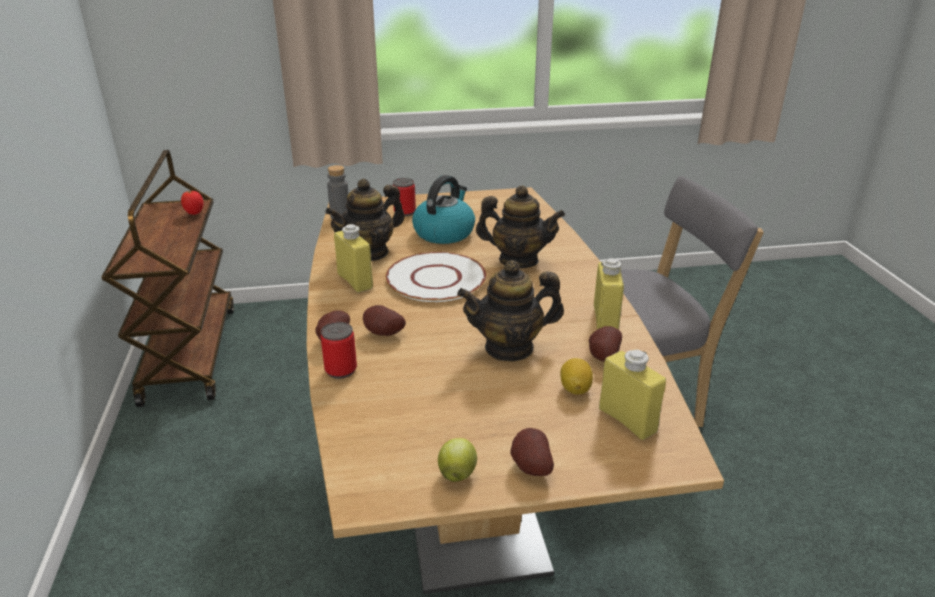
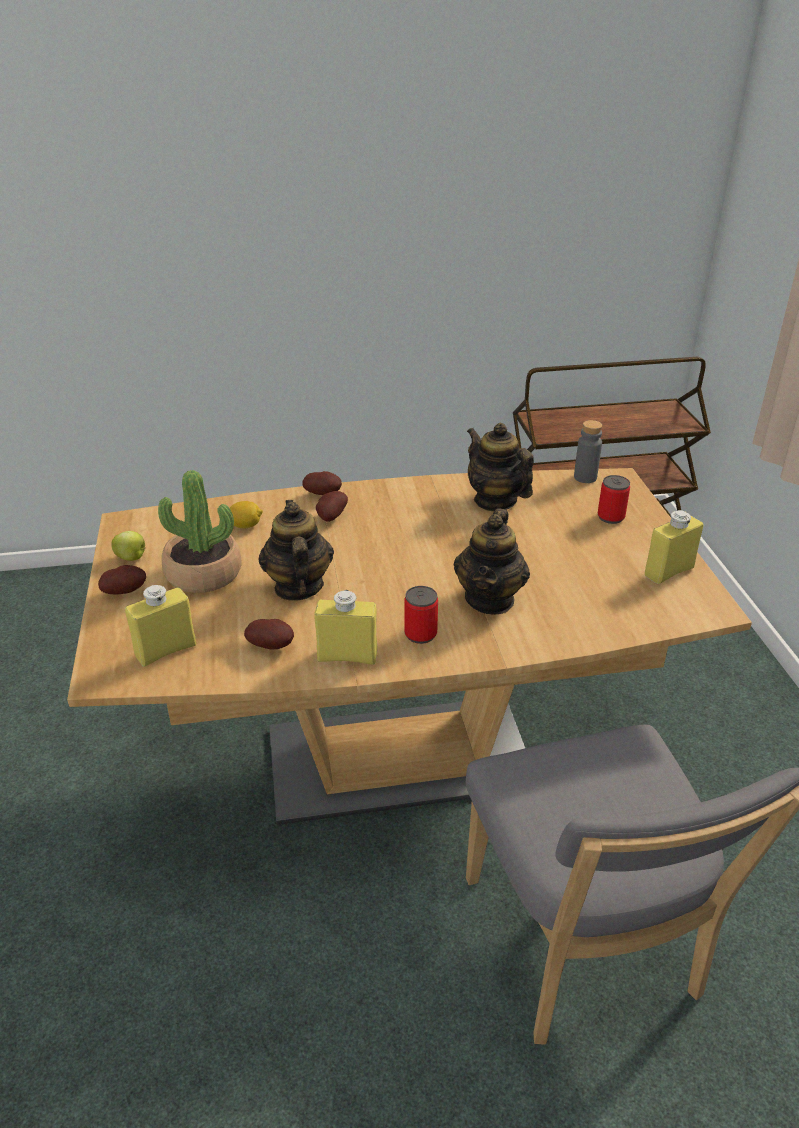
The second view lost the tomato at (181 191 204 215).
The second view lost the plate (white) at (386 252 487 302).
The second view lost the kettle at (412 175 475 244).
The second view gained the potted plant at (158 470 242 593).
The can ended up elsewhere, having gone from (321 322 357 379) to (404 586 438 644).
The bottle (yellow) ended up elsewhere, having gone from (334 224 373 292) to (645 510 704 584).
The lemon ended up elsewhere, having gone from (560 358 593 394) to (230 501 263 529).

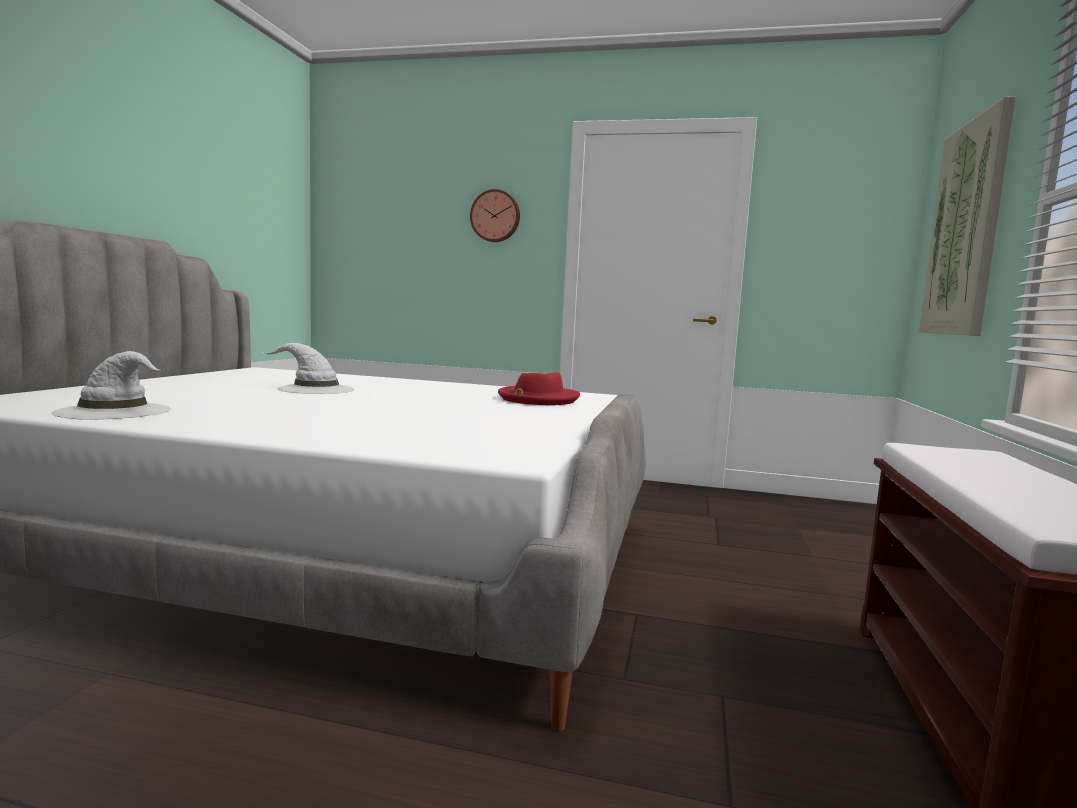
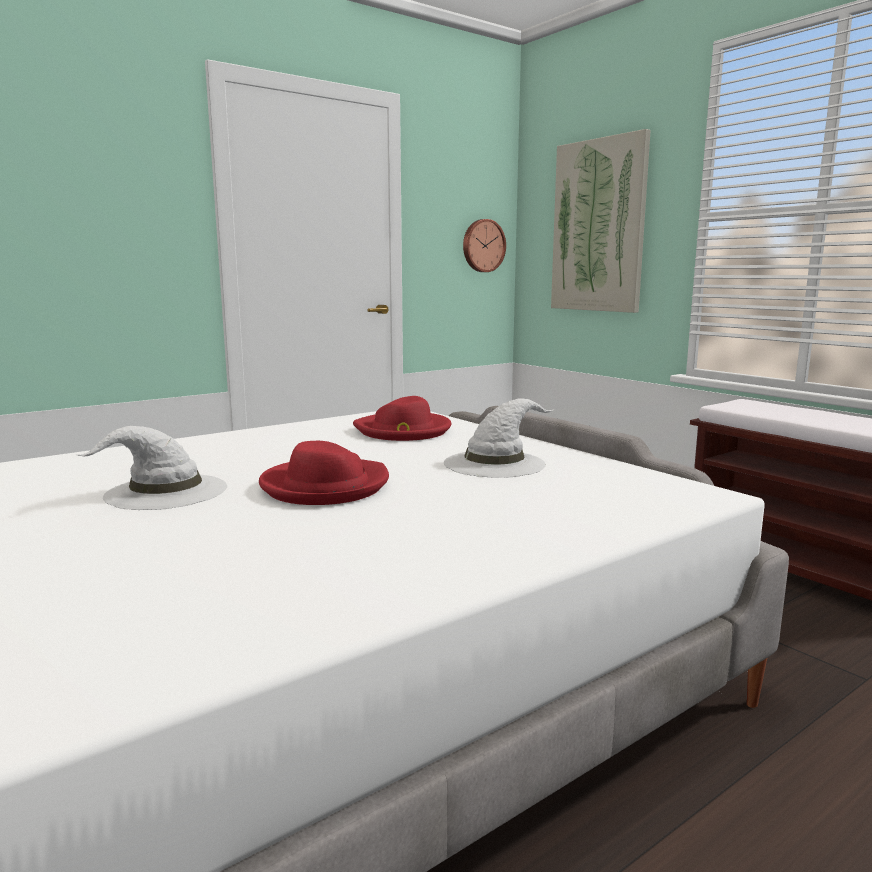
The second view gained the hat (red) at (259 441 389 505).
The hat (white) ended up elsewhere, having gone from (51 351 171 420) to (444 399 555 478).
The wall clock ended up elsewhere, having gone from (470 189 520 242) to (463 219 506 272).

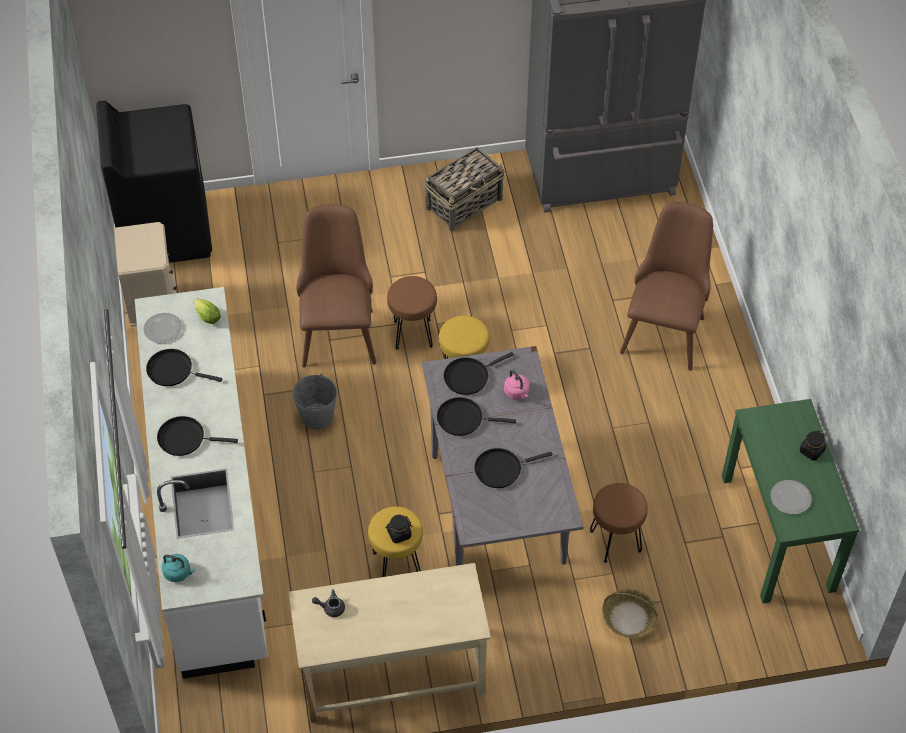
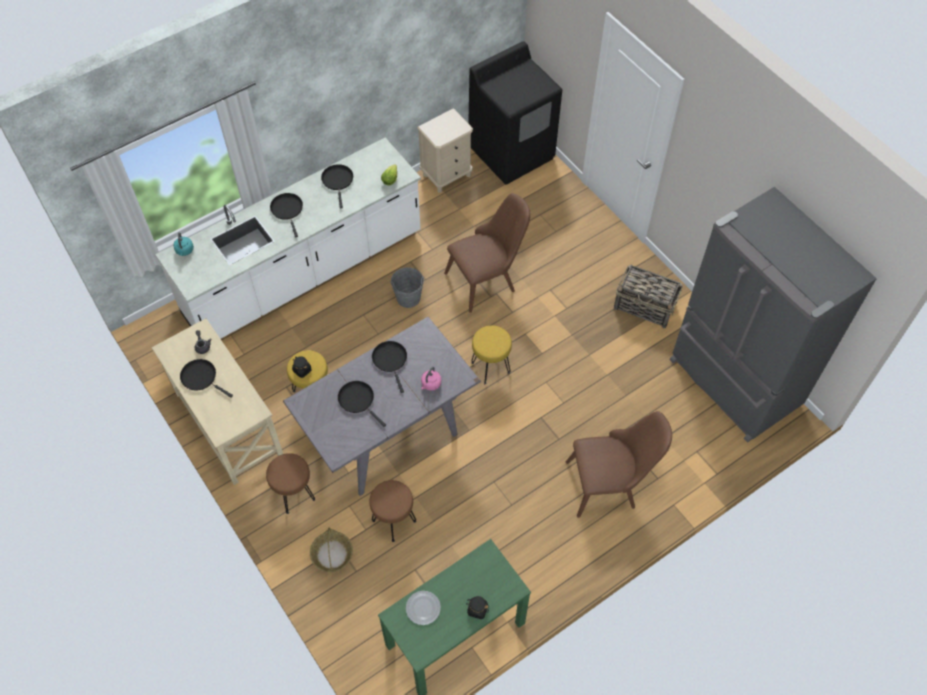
The second view lost the plate at (143 313 182 343).
The stool (brown) ended up elsewhere, having gone from (387 276 437 350) to (266 453 315 514).
The frying pan (black) ended up elsewhere, having gone from (444 352 514 395) to (180 359 233 398).

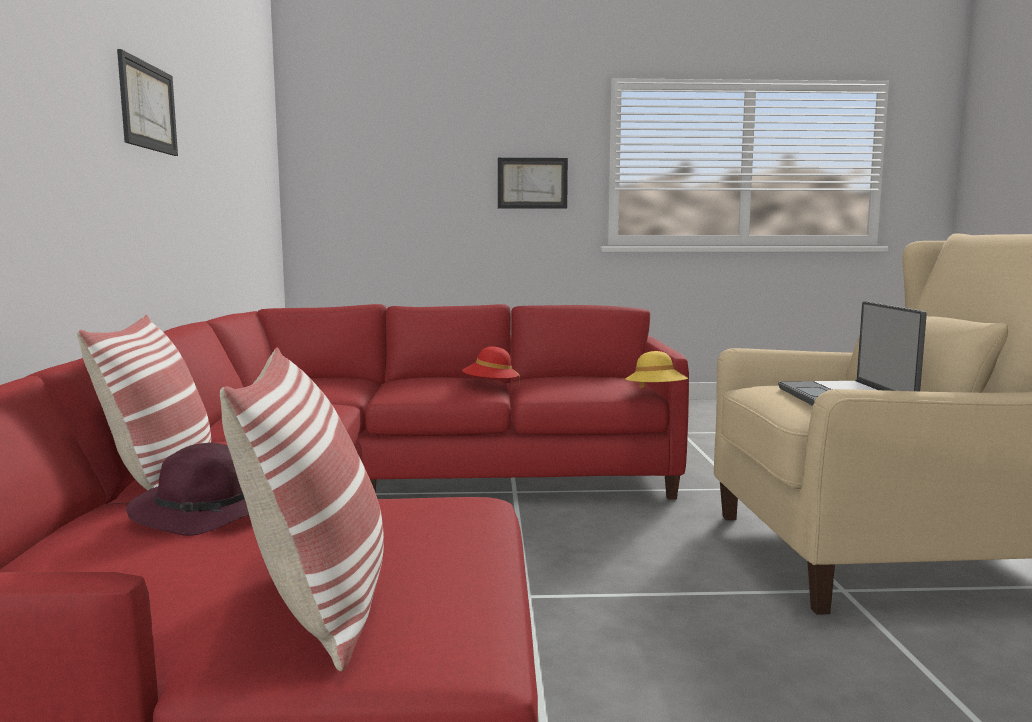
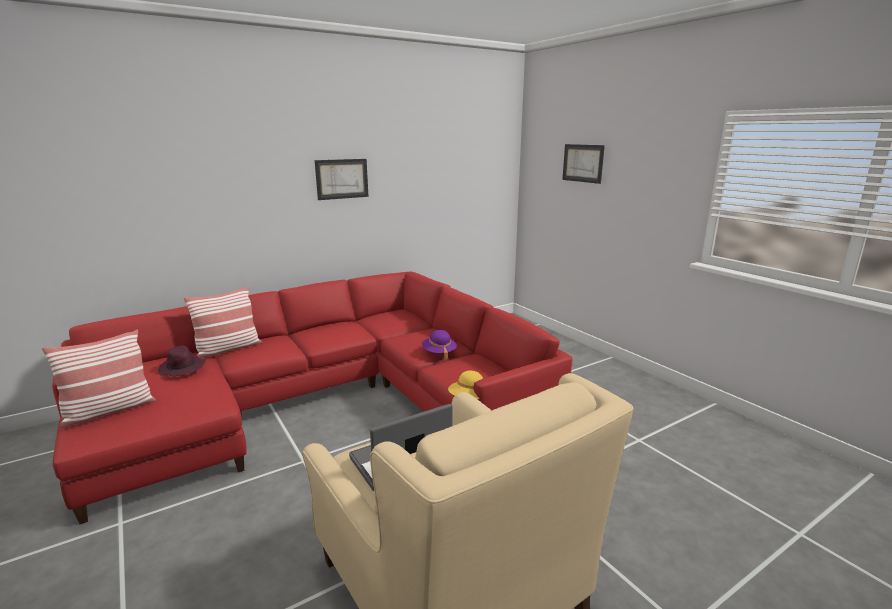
The picture ended up elsewhere, having gone from (498 158 568 209) to (562 144 605 184).
What was the hat (red) at (462 347 520 387) turned into the hat (purple) at (422 330 457 360).

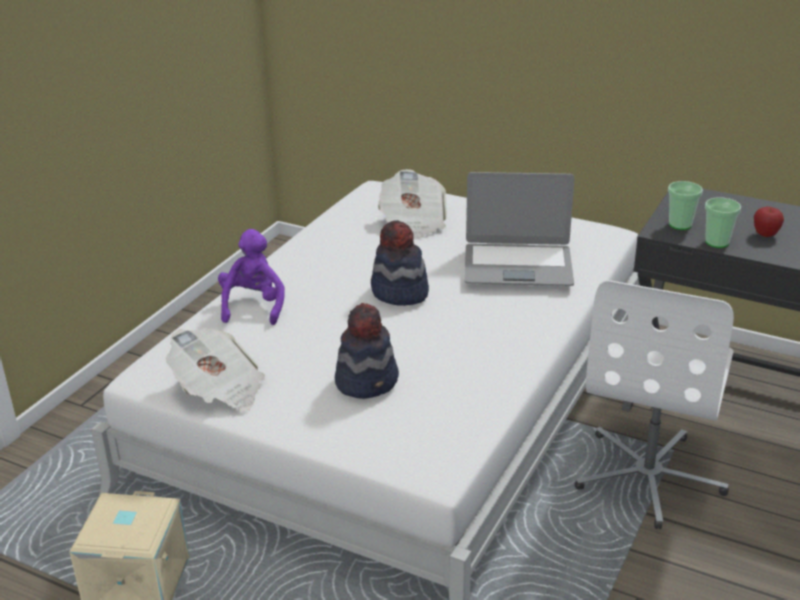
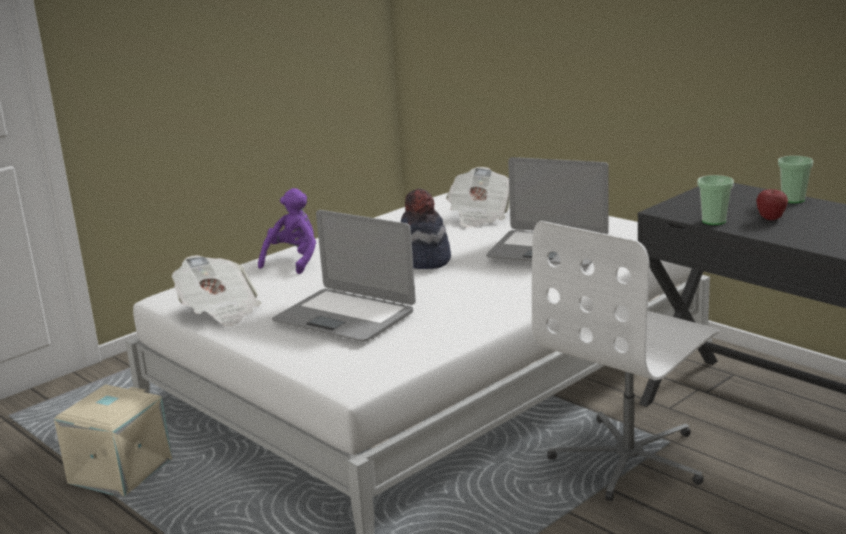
The cup ended up elsewhere, having gone from (668 181 703 230) to (778 156 813 203).
Where the hat stood at (335 303 399 399), the laptop came to stand at (272 210 416 342).

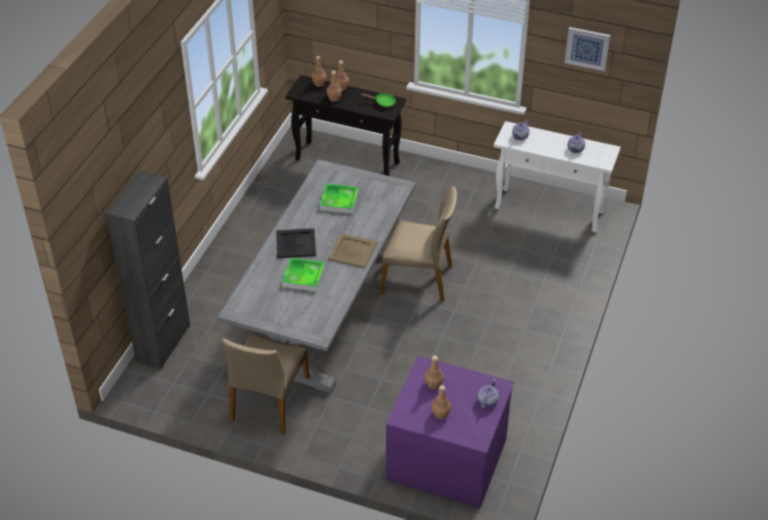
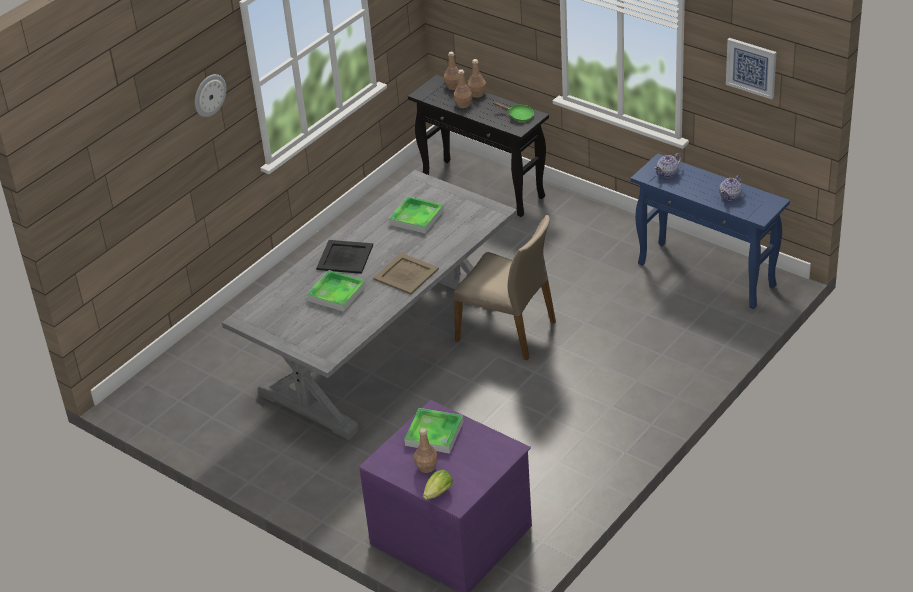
The second view lost the cabinet (black) at (106 171 190 369).
The second view lost the chair (beige) at (222 334 310 435).
The second view lost the teapot at (478 379 499 409).
The second view gained the wall clock at (195 74 226 117).
The second view gained the lettuce at (423 470 453 500).
Where the bottle (brown) stood at (425 356 444 389), the tray came to stand at (404 408 464 454).
What was the console table (white) at (494 121 621 233) turned into the console table (blue) at (631 154 790 309).

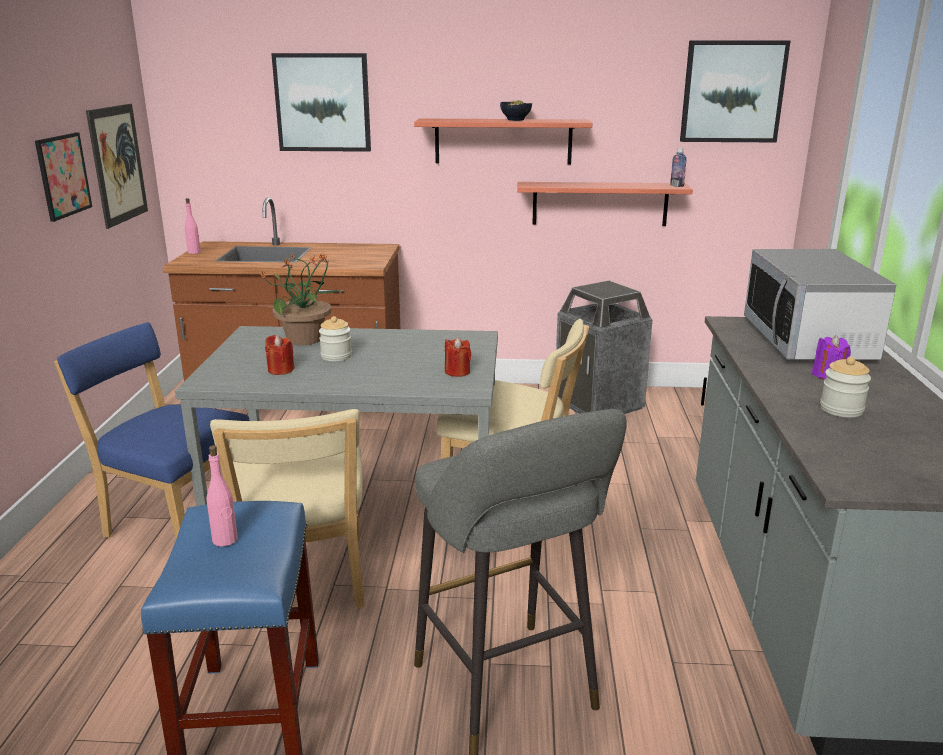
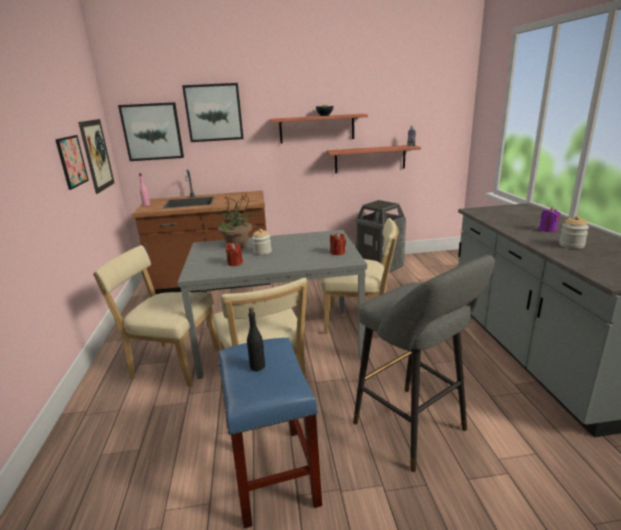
The second view lost the microwave at (744 249 896 360).
The picture ended up elsewhere, having gone from (680 41 790 142) to (118 102 184 161).
What was the chair (blue) at (54 323 250 539) turned into the chair (beige) at (93 245 220 387).
What was the bottle (pink) at (207 445 238 547) turned into the bottle (black) at (247 307 265 371).

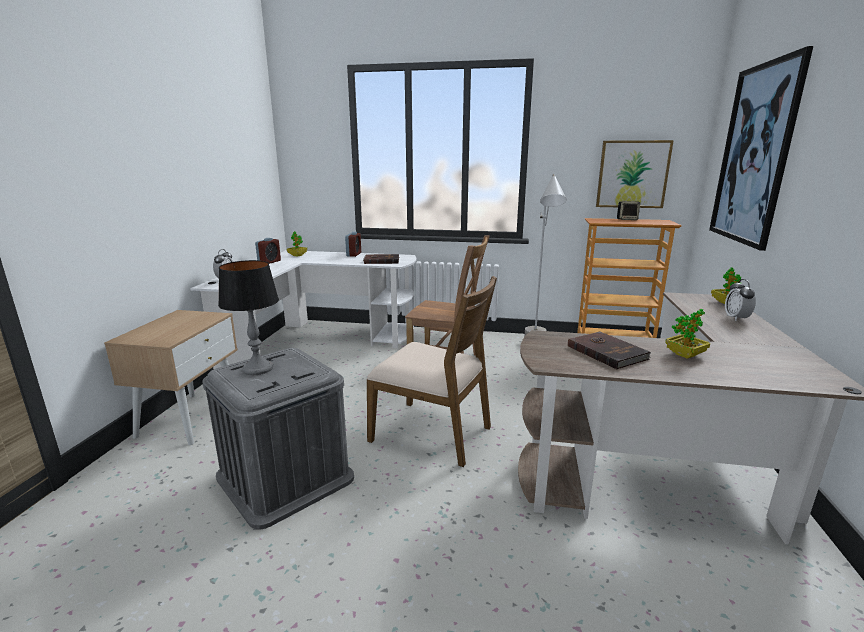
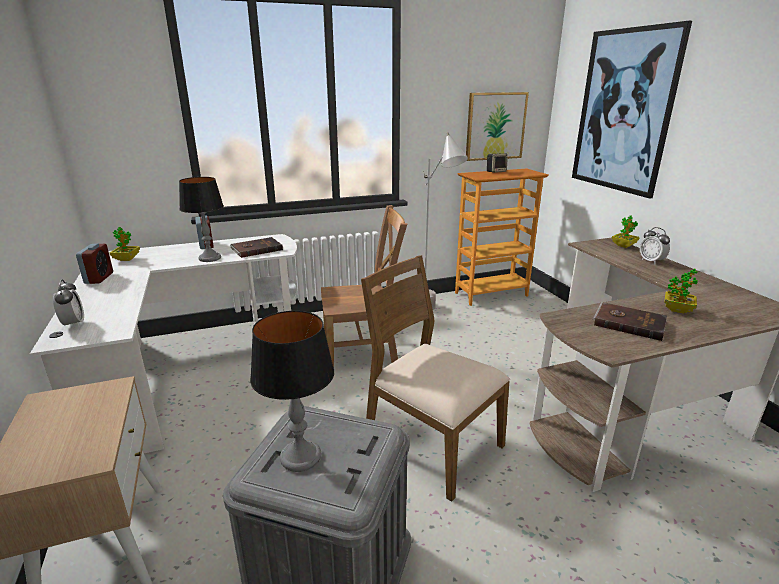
The second view gained the table lamp at (179 177 224 262).
The chair (brown) at (366 276 497 467) ended up facing another way, 135 degrees counterclockwise from before.

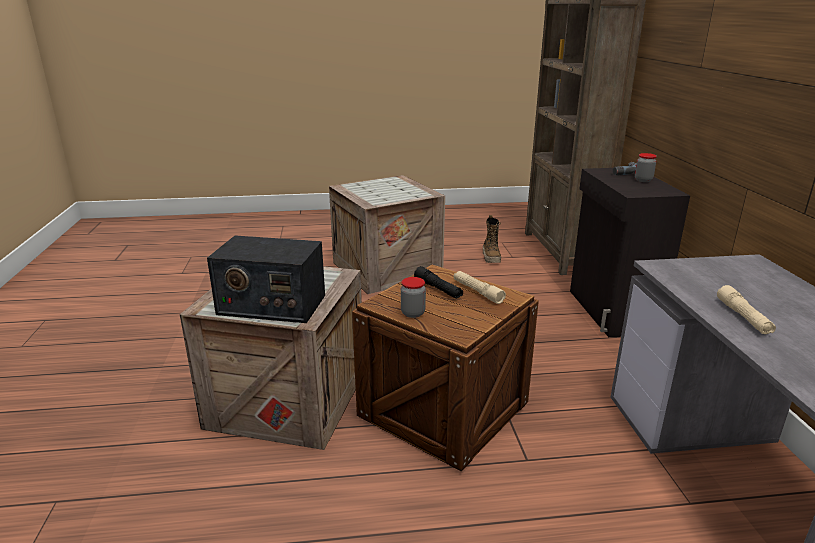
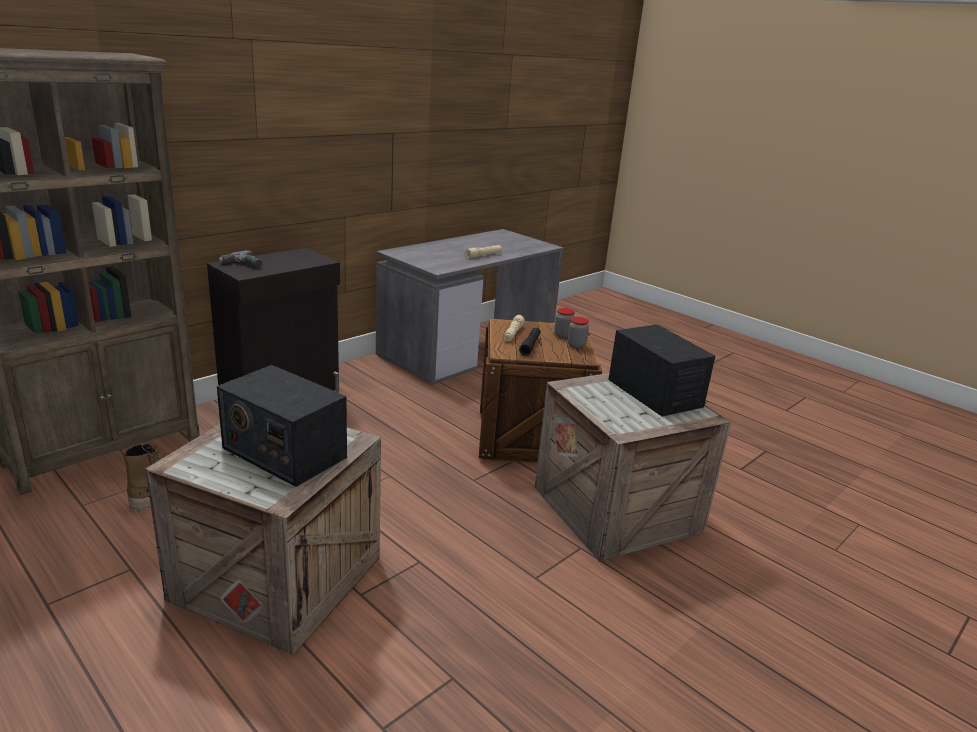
The second view gained the radio at (217 365 347 487).
The jar ended up elsewhere, having gone from (635 153 657 182) to (554 308 575 338).

